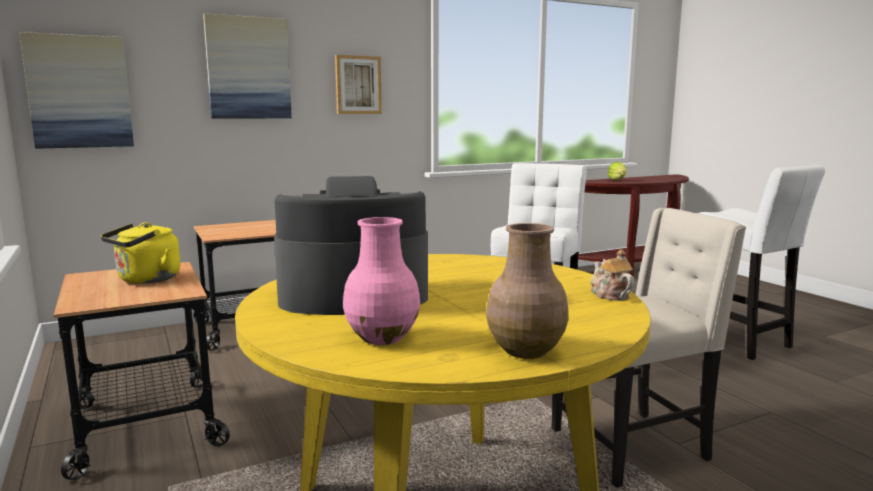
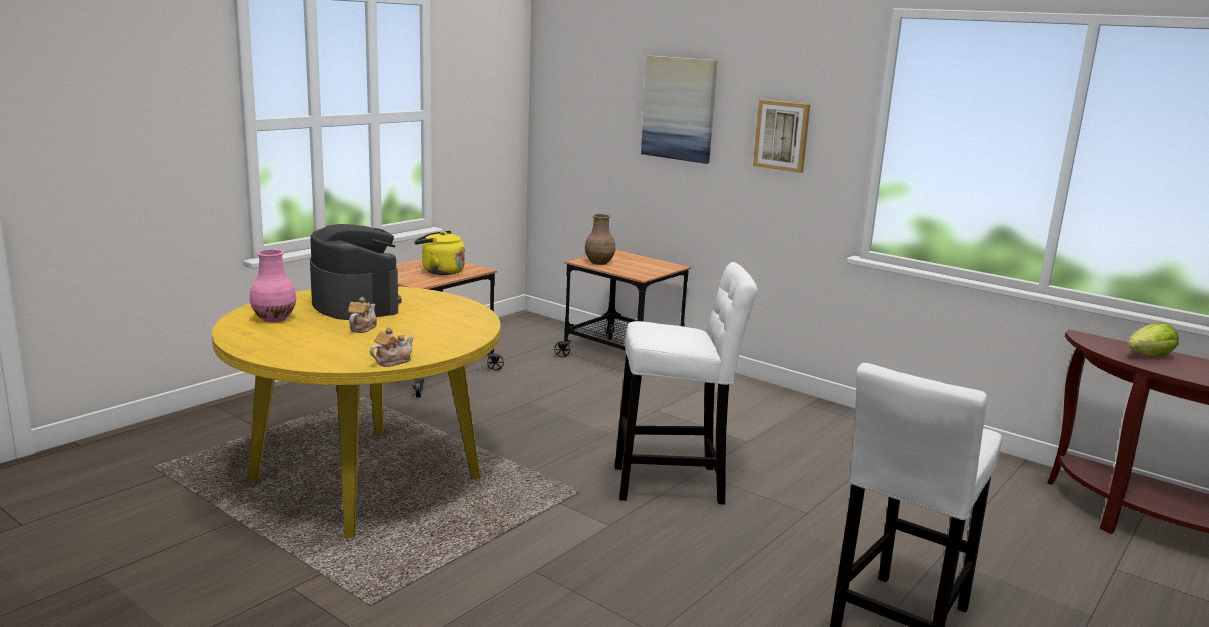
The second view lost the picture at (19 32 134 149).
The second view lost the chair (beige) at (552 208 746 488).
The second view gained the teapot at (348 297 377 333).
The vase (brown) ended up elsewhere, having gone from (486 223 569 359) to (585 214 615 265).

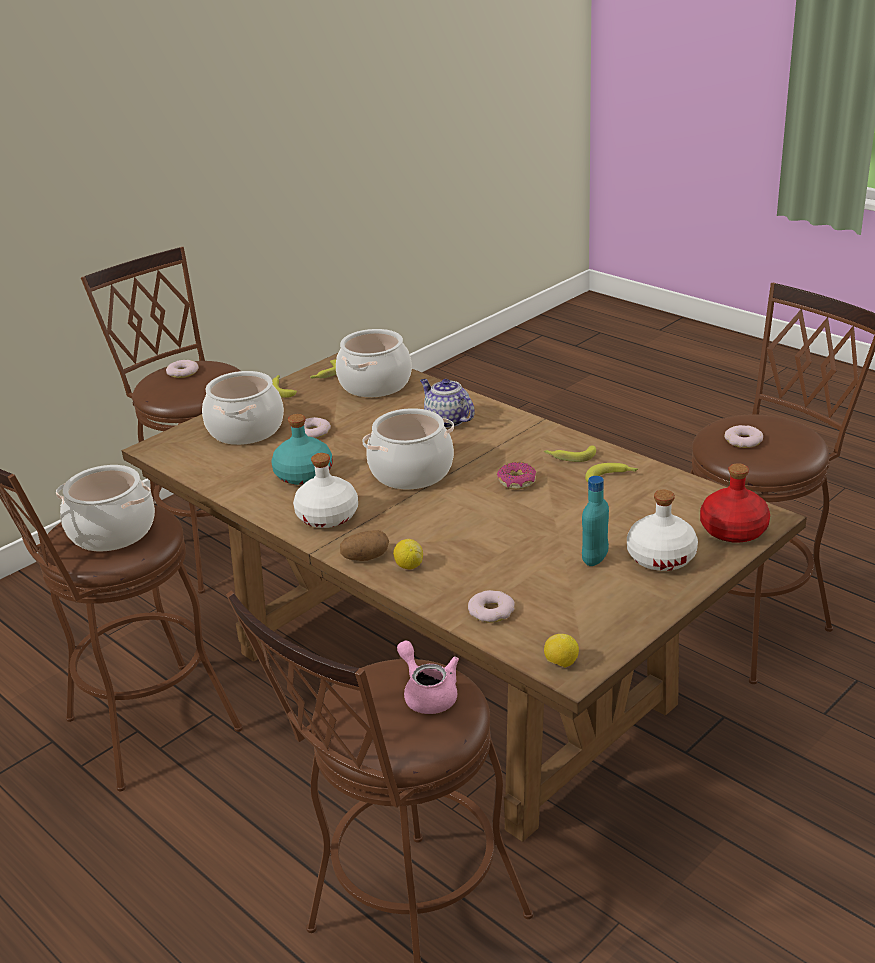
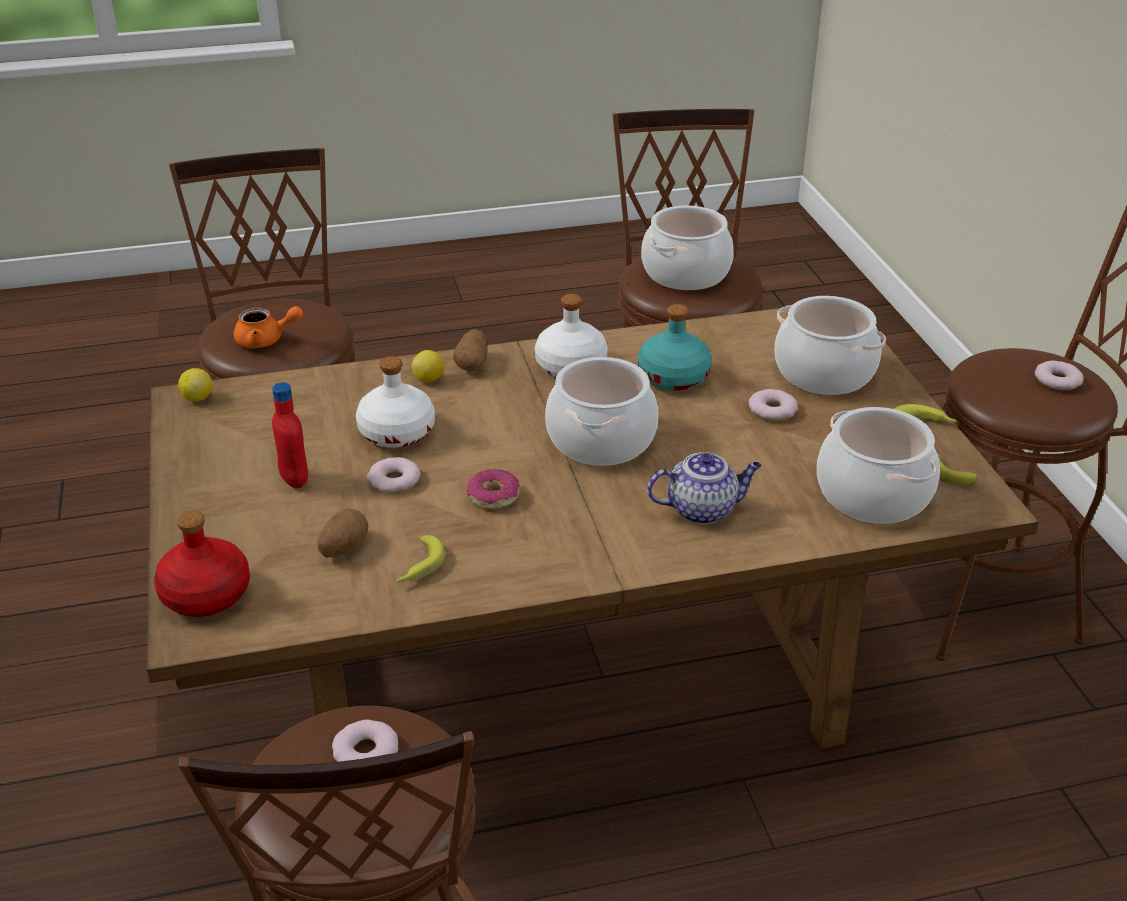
The second view lost the banana at (544 445 596 462).
The second view gained the potato at (317 508 368 557).
The donut ended up elsewhere, having gone from (468 590 515 622) to (367 457 420 493).
The bottle (white) ended up elsewhere, having gone from (627 490 698 571) to (356 356 435 448).
What was the teapot (pink) at (397 641 459 714) turned into the teapot (orange) at (234 306 303 348).
What was the bottle (turquoise) at (582 476 609 566) turned into the bottle (red) at (272 383 308 488).

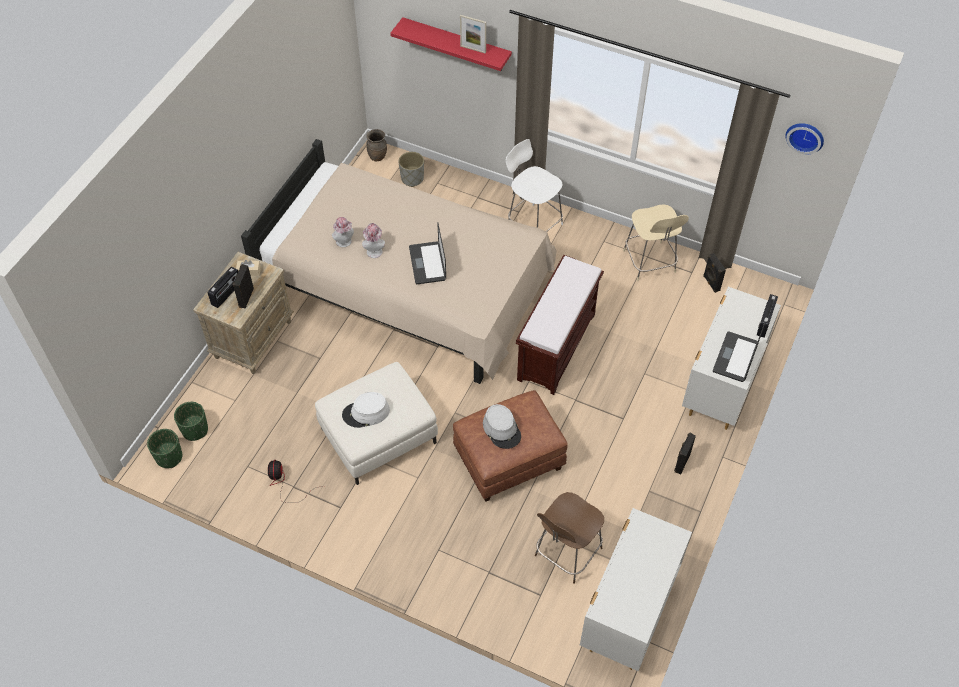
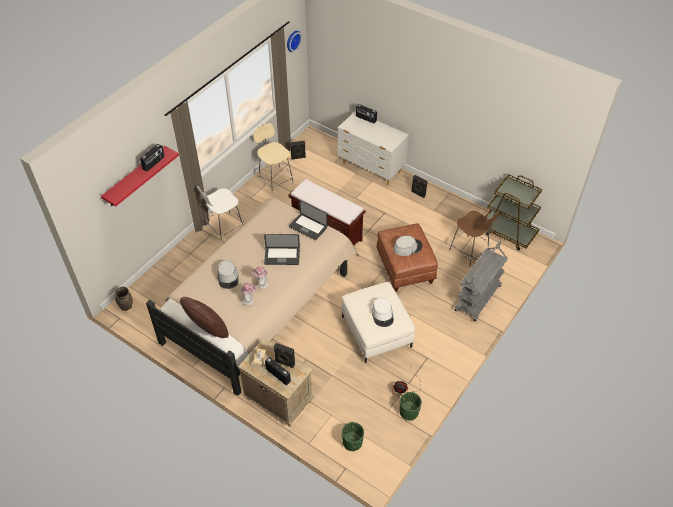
The second view lost the planter (grey) at (398 152 424 187).
The second view gained the pillow (brown) at (180 297 228 338).
The second view gained the hat (grey) at (217 260 239 289).
The second view gained the cart (grey) at (454 241 508 322).
The planter (green) ended up elsewhere, having gone from (147 429 183 468) to (400 392 422 421).
The laptop ended up elsewhere, having gone from (713 323 765 382) to (289 200 327 240).
Where the picture frame stood at (460 15 486 53), the radio came to stand at (140 144 165 171).
Where the dresser (white) stood at (580 508 692 671), the cart (brown) came to stand at (485 174 542 250).
The chair (beige) at (623 204 689 281) ended up facing another way, 120 degrees counterclockwise from before.

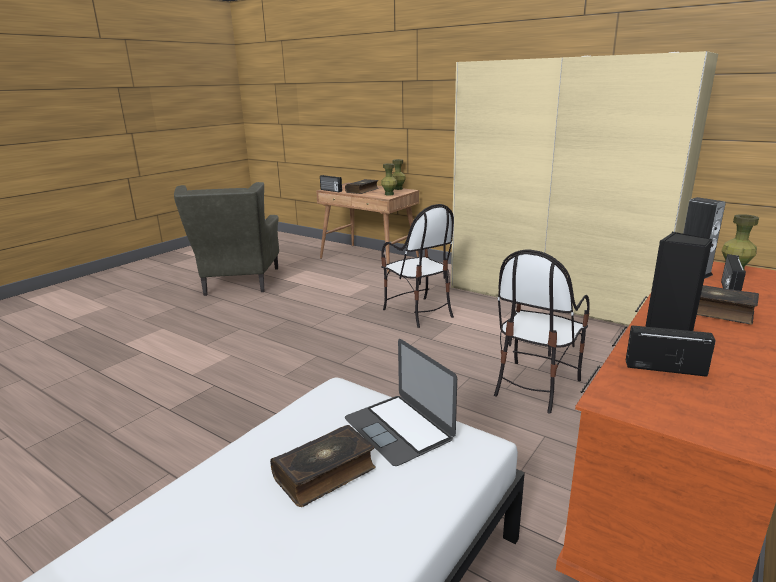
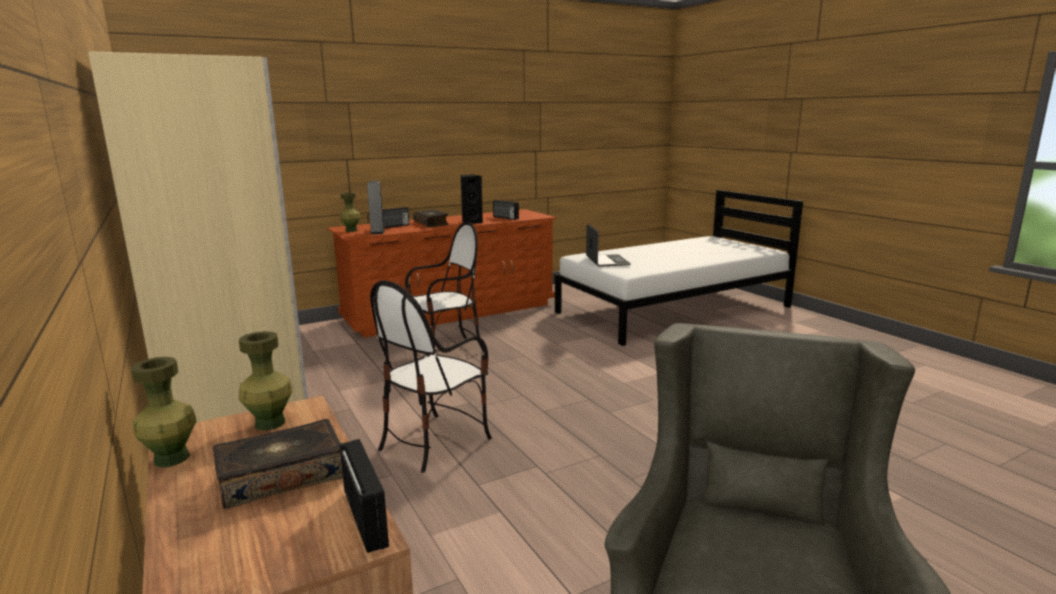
The second view lost the book at (270 425 376 507).
The chair at (381 204 454 328) ended up facing another way, 135 degrees counterclockwise from before.

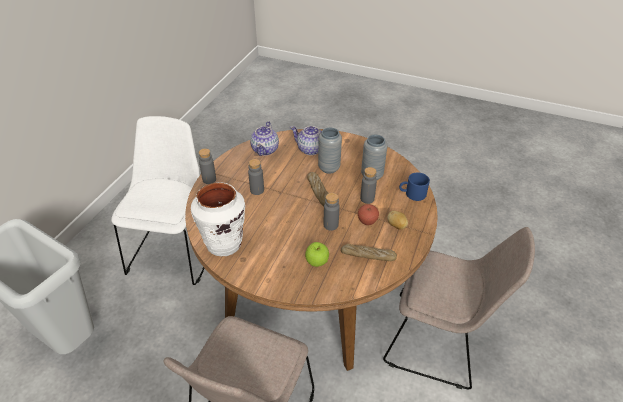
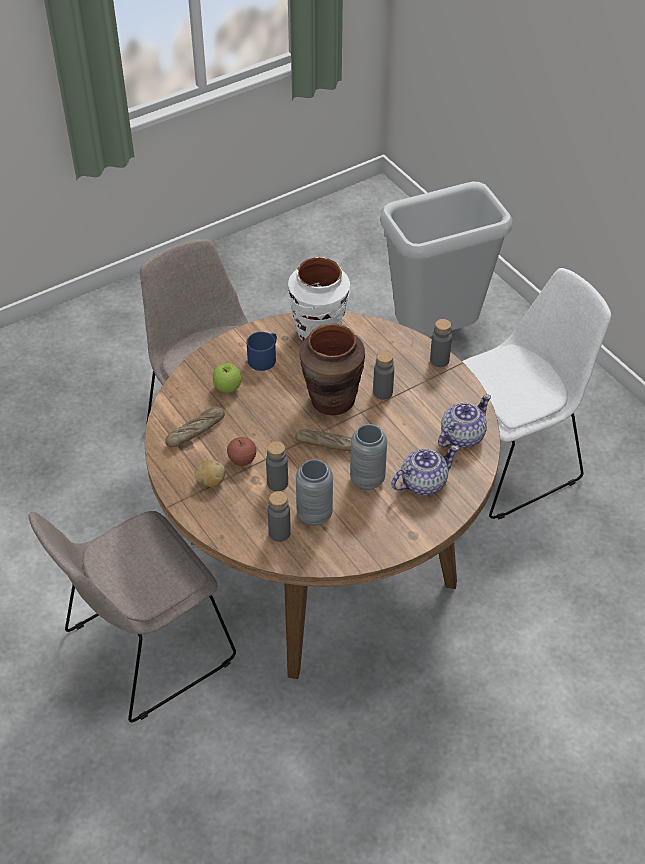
The second view gained the vase (brown) at (299 324 365 415).
The bottle (grey) ended up elsewhere, having gone from (324 193 340 231) to (268 491 291 542).
The mug (blue) ended up elsewhere, having gone from (399 172 430 201) to (247 332 277 371).
The chair (white) at (111 116 205 285) ended up facing another way, 75 degrees counterclockwise from before.
The teapot at (250 121 279 156) ended up facing another way, 90 degrees clockwise from before.

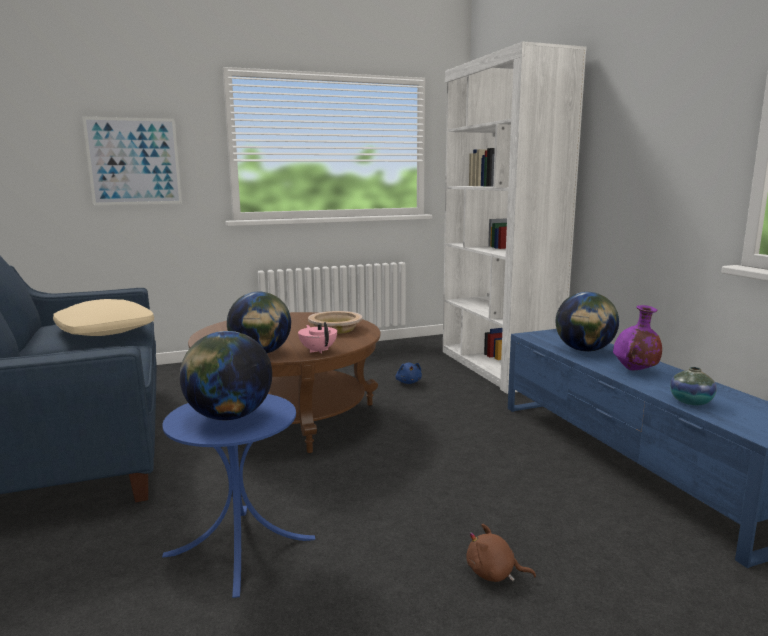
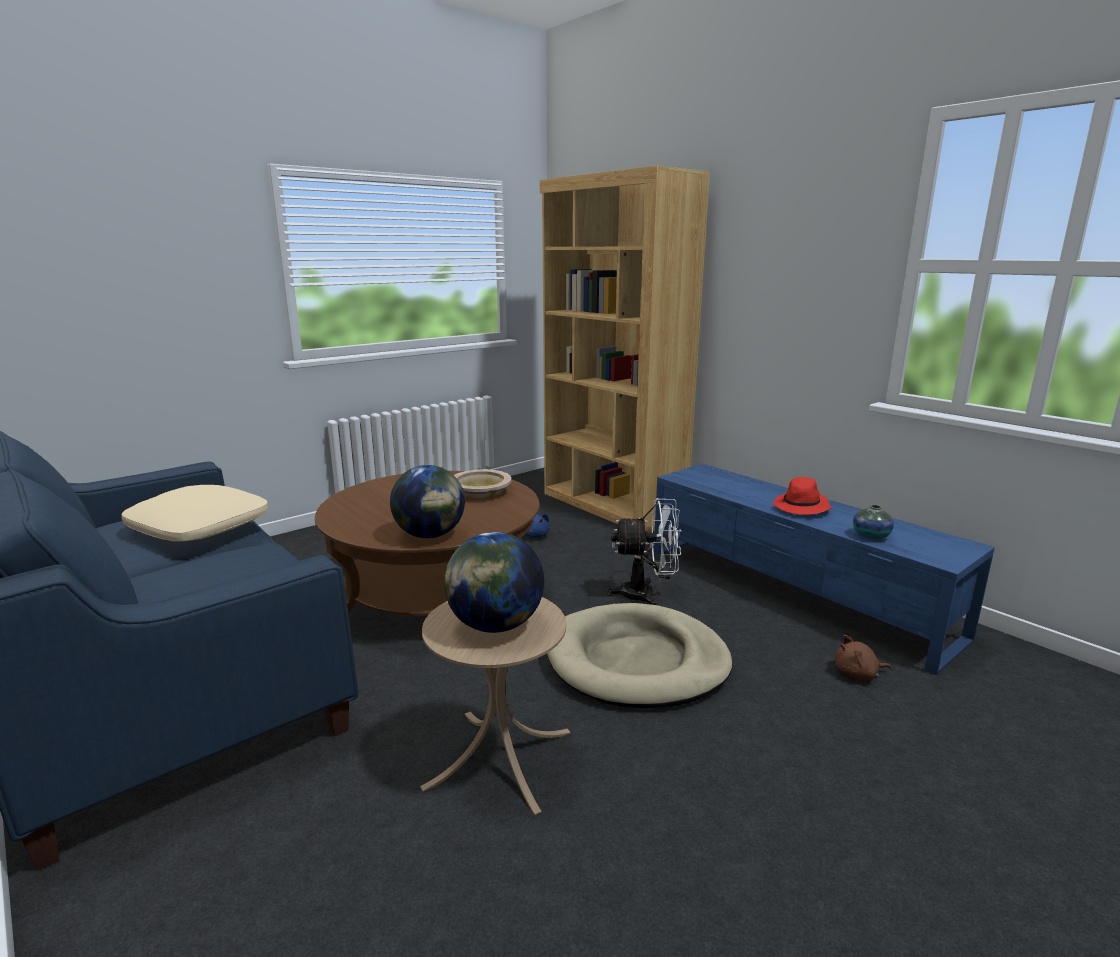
The second view lost the picture at (82 117 182 205).
The second view lost the teapot (pink) at (298 322 337 354).
The second view lost the globe at (556 292 619 352).
The second view gained the dog bed (beige) at (547 603 732 708).
The second view gained the fan (white) at (607 498 682 605).
The plush toy (brown) ended up elsewhere, having gone from (466 523 536 582) to (835 635 892 680).
Where the vase (purple) stood at (613 305 662 371), the hat (red) came to stand at (772 477 832 515).
What was the side table (blue) at (162 394 315 598) turned into the side table (beige) at (420 597 571 815).
What was the bookcase (white) at (443 41 586 394) turned into the bookcase (brown) at (540 166 710 533).

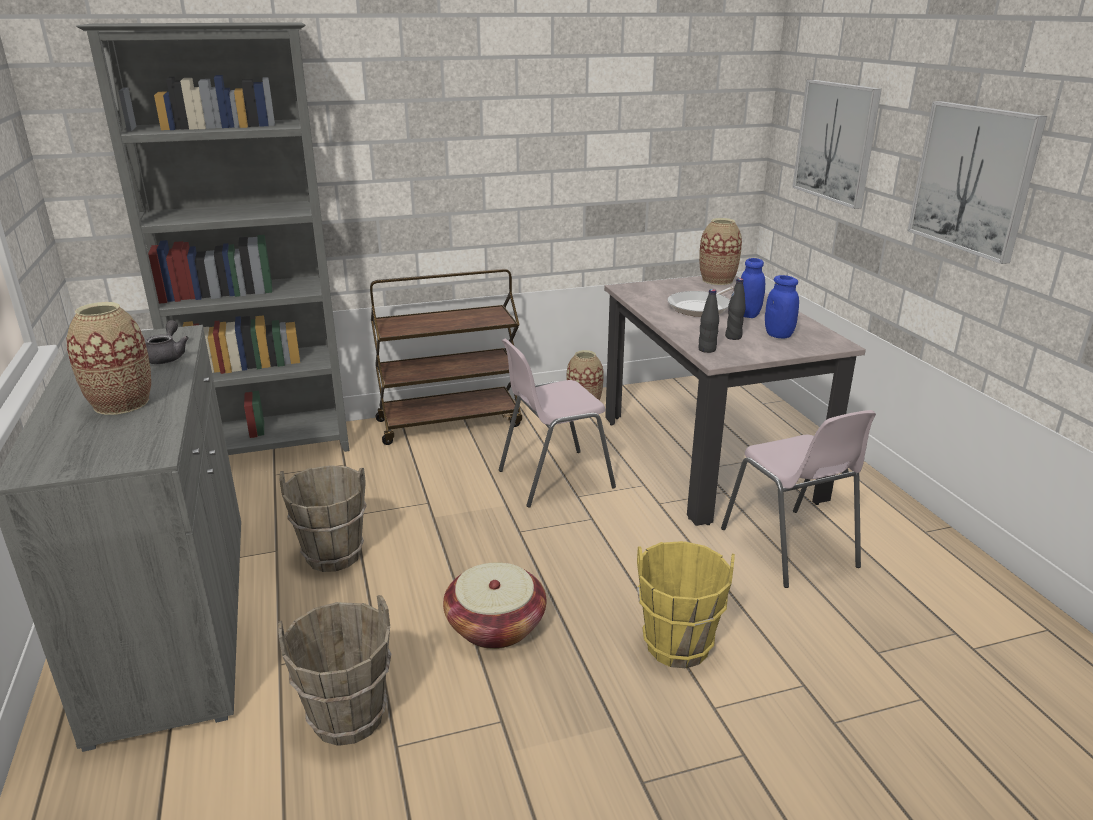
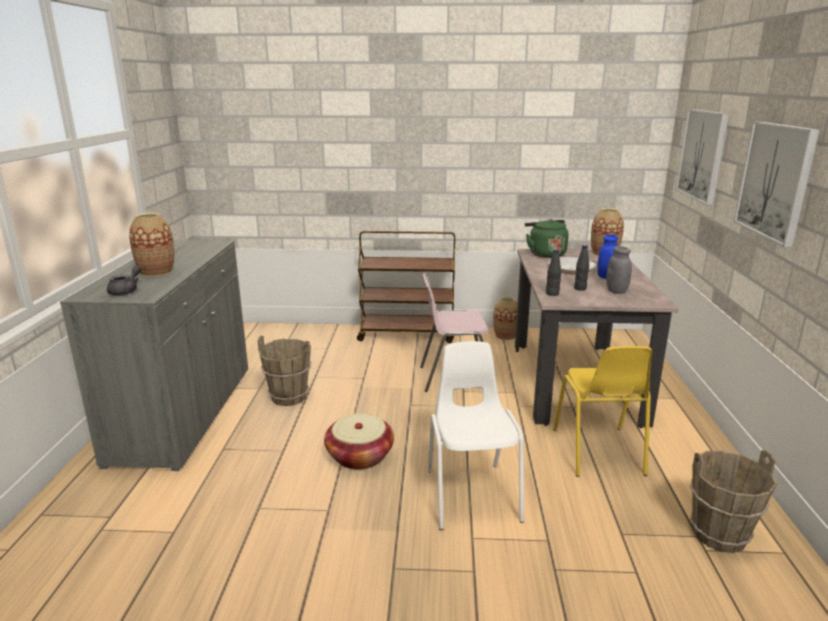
The second view lost the bookcase (grey) at (76 22 349 455).
The second view gained the kettle (green) at (525 219 569 258).
The teapot (grey) ended up elsewhere, having gone from (146 320 189 364) to (107 266 141 295).
The bucket (brown) ended up elsewhere, having gone from (278 595 391 746) to (690 450 777 553).
Where the bucket (yellow) stood at (637 541 735 668), the chair (white) came to stand at (428 341 524 530).
What was the chair (pink) at (721 410 876 588) turned into the chair (yellow) at (553 346 653 477).
What was the jar (blue) at (765 275 799 338) turned into the jar (grey) at (606 246 632 294).

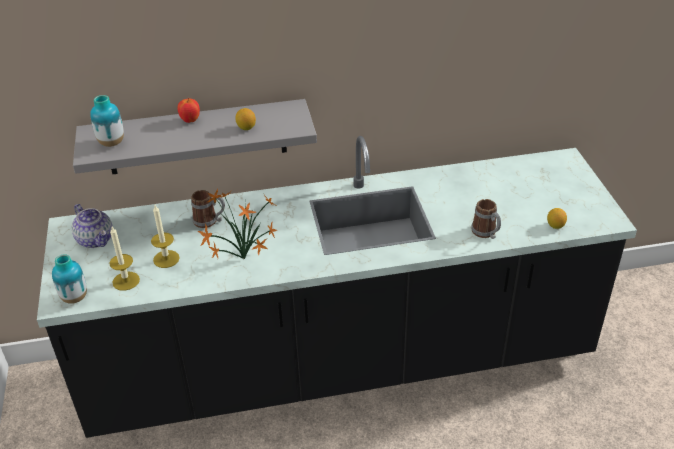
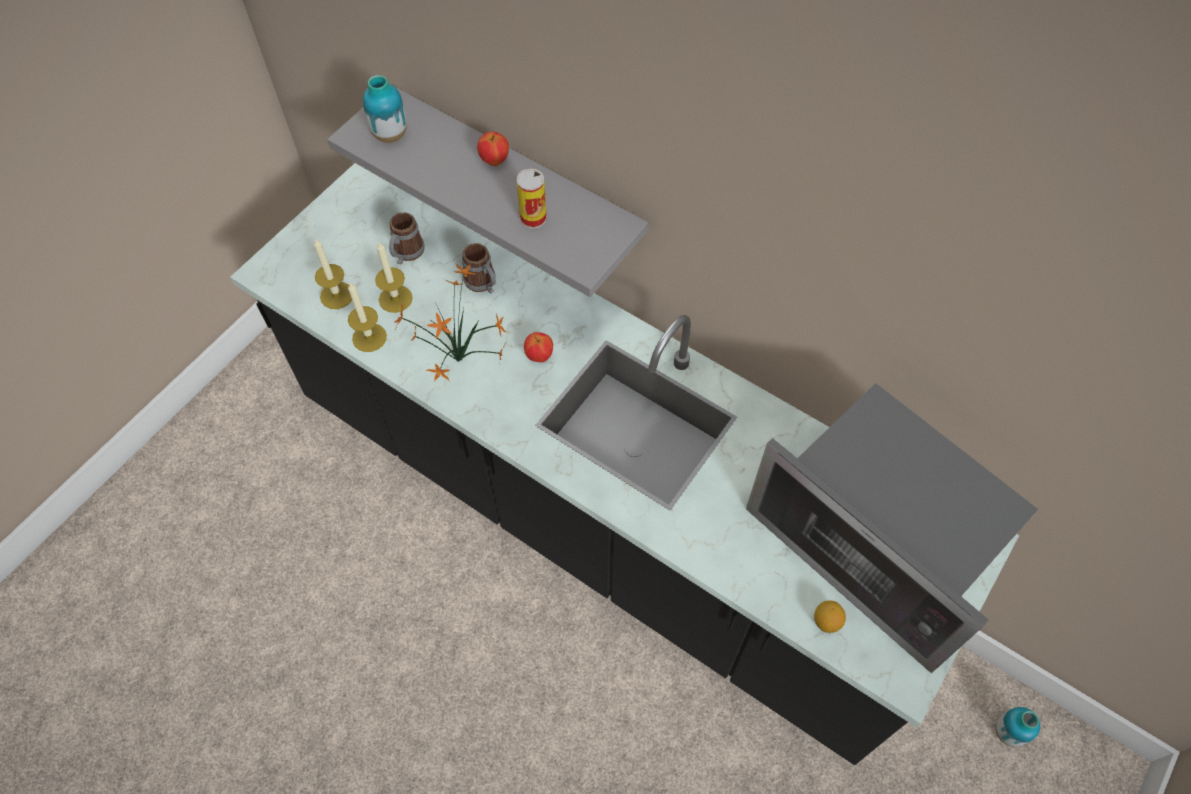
The second view lost the teapot at (72 204 113 248).
The second view gained the candle at (348 283 387 352).
The second view gained the apple at (524 332 553 362).
The second view gained the microwave at (746 383 1038 673).
The vase ended up elsewhere, having gone from (52 254 87 304) to (996 707 1040 747).
The mug ended up elsewhere, having gone from (471 199 501 239) to (389 212 425 264).
Where the lemon stood at (235 108 256 130), the can came to stand at (516 168 547 229).

